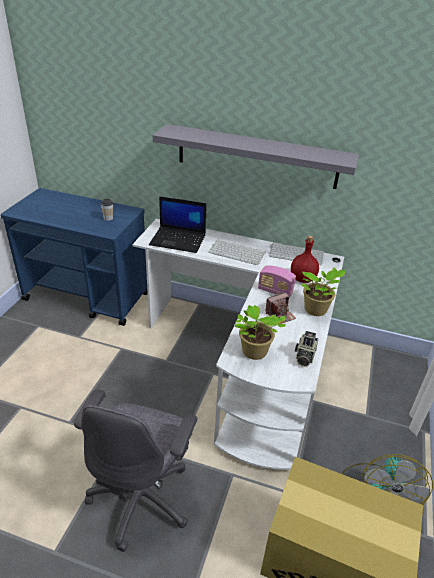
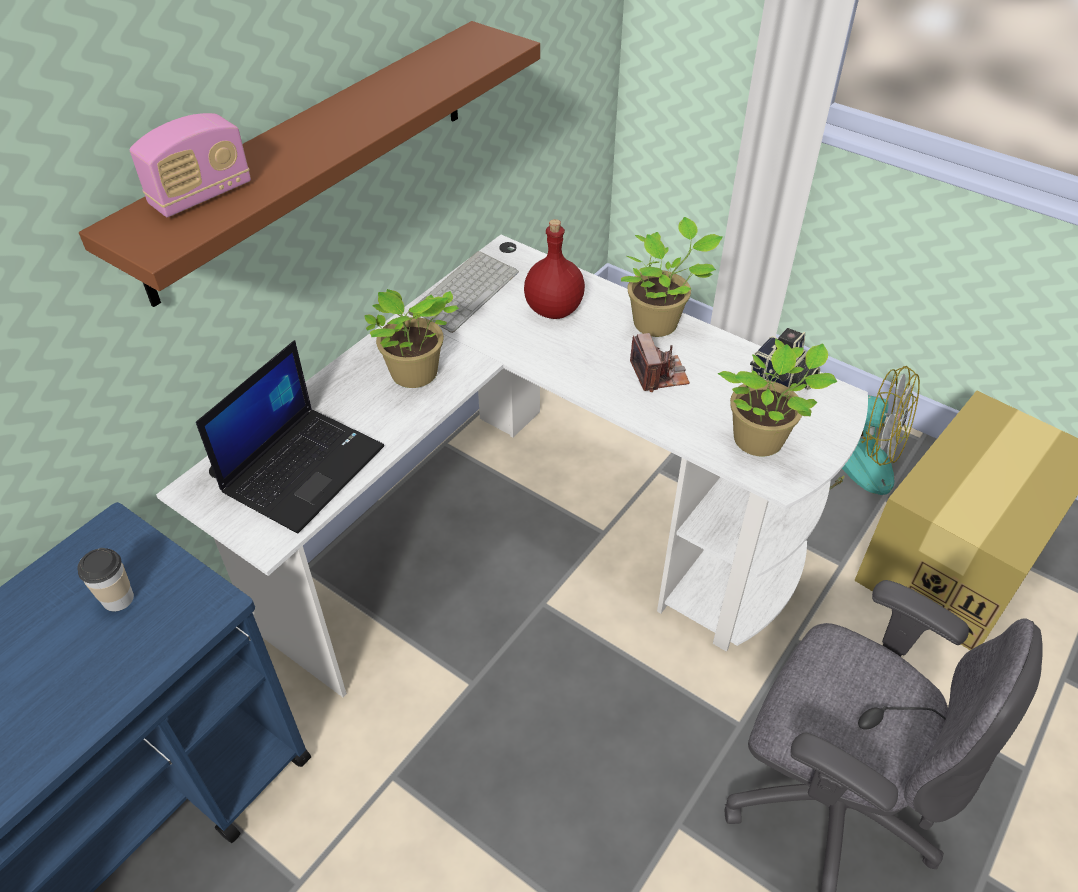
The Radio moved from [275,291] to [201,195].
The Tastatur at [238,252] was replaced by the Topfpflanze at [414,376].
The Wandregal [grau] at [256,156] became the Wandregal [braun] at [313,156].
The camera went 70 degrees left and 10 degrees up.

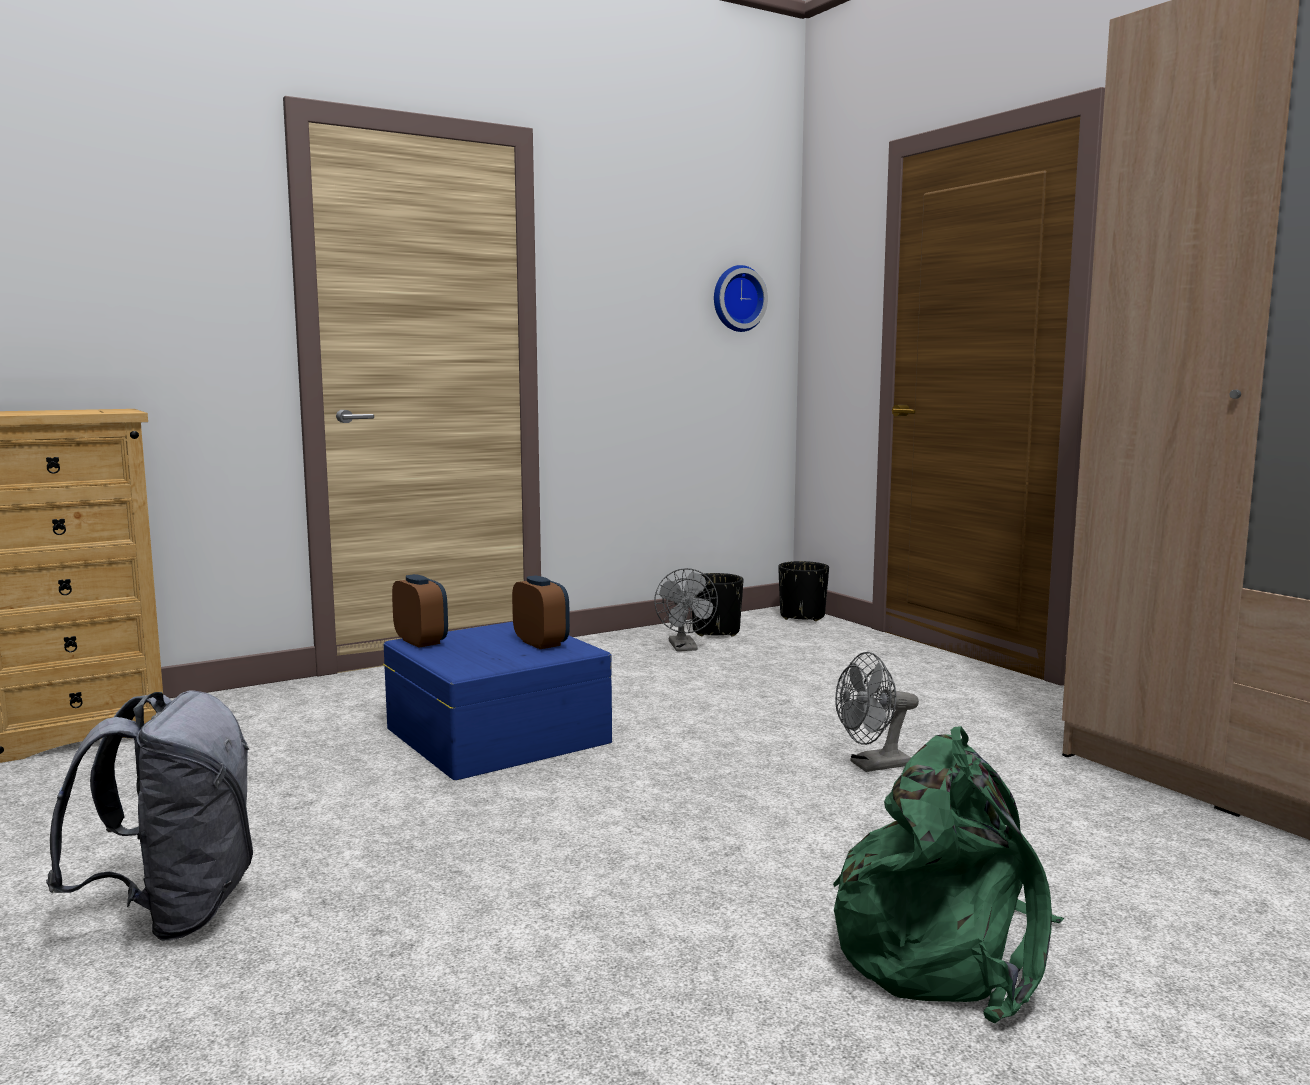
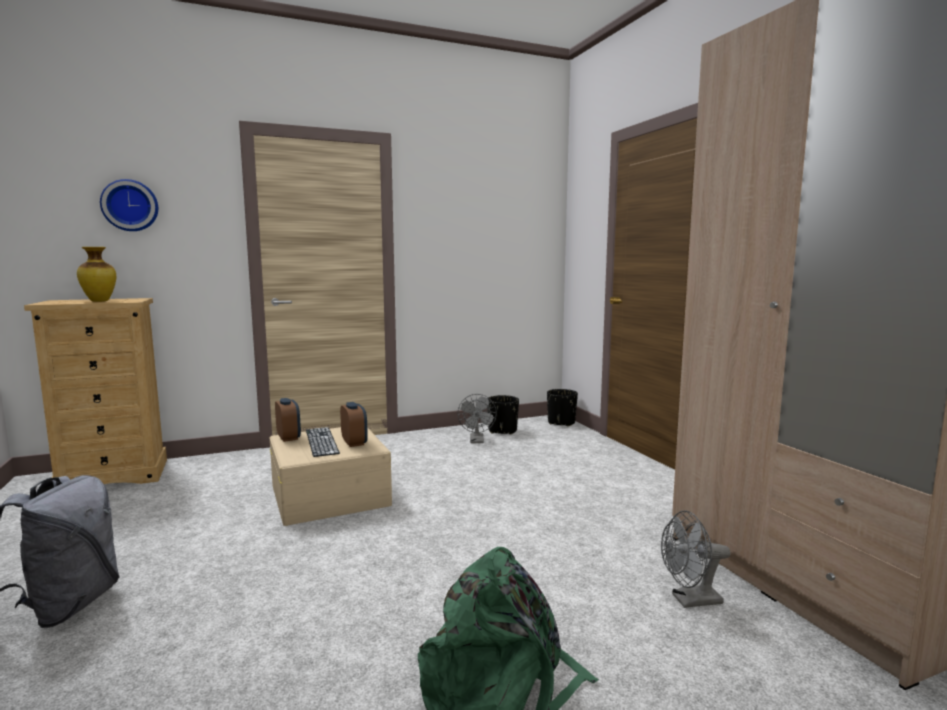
The Vase at [99,301] appeared.
The Tastatur at [321,441] appeared.
The Wanduhr moved from [737,299] to [130,205].
The Ventilator [grau] moved from [872,766] to [690,600].
The Aufbewahrungsbox [blau] at [497,734] became the Aufbewahrungsbox [beige] at [330,494].
The camera went 10 degrees right and 0 degrees up.

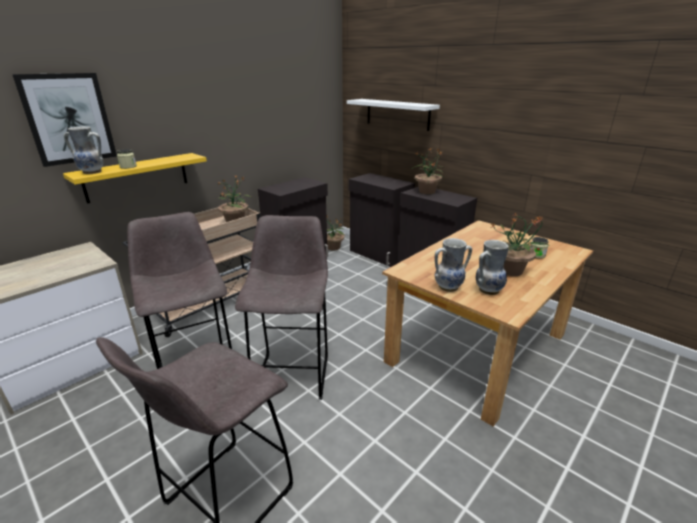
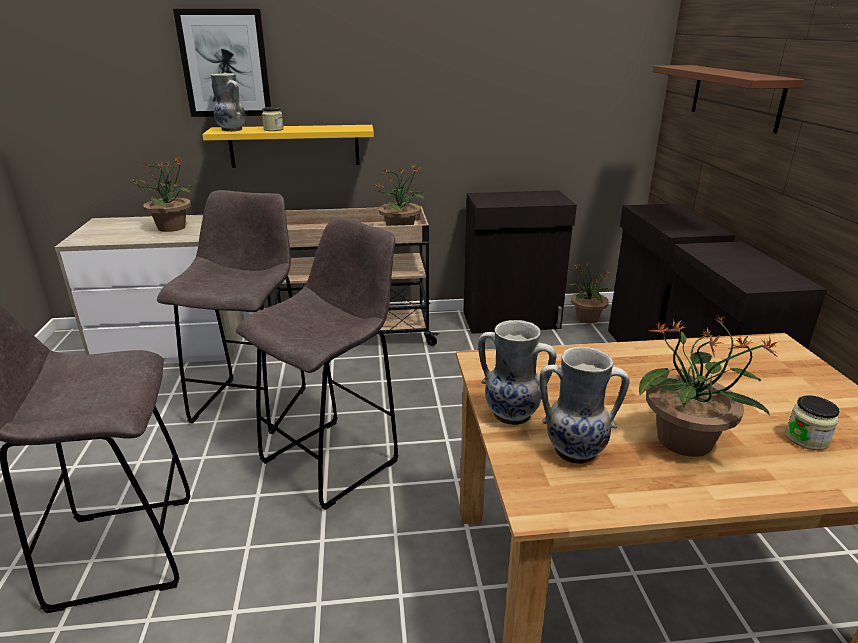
The Topfpflanze moved from [427,191] to [172,227].
The Wandregal [weiß] at [397,114] became the Wandregal [braun] at [735,96].
The camera went 40 degrees right and 0 degrees up.

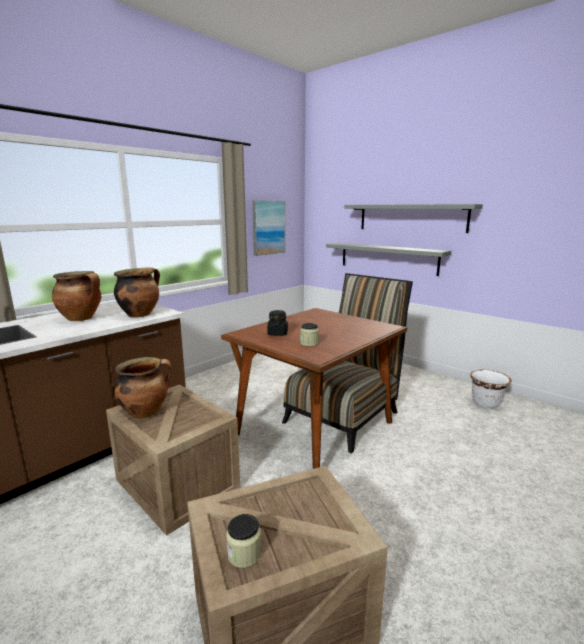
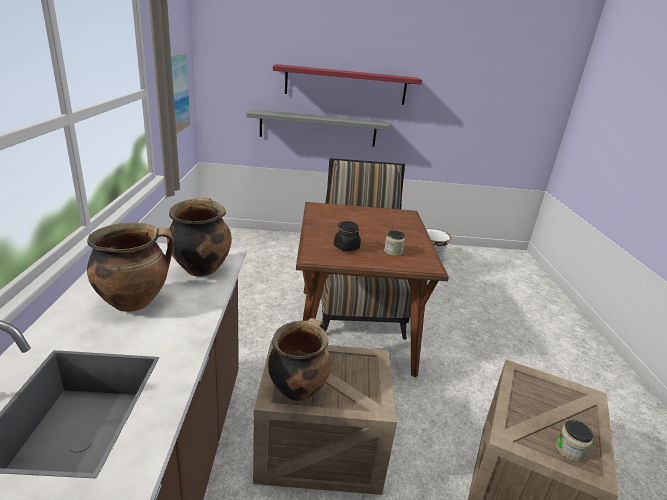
The Wandregal [grau] at [411,217] became the Wandregal [rot] at [346,85].
The camera went 45 degrees left and 10 degrees up.

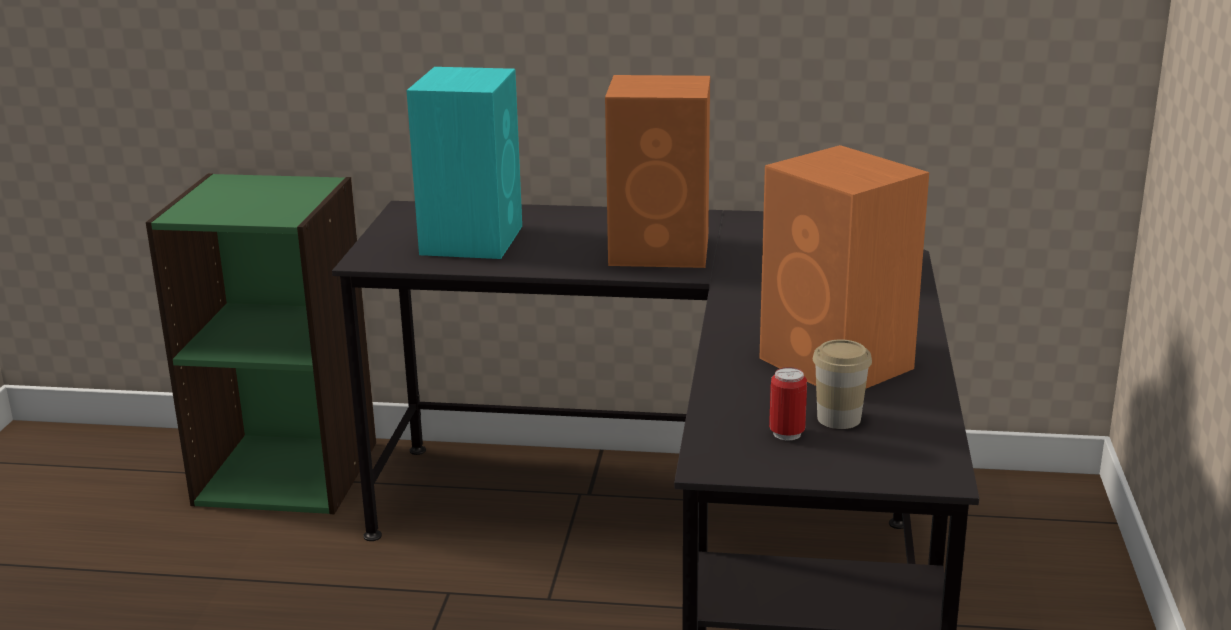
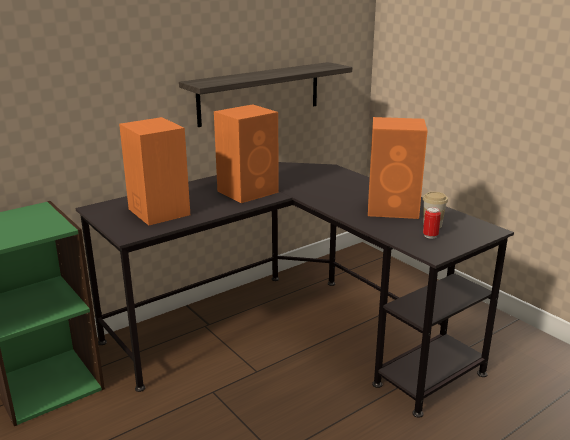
The Wandregal at [260,93] appeared.
The Lautsprecher [türkis] at [472,239] became the Lautsprecher [orange] at [158,211].
The camera went 45 degrees left and 0 degrees up.

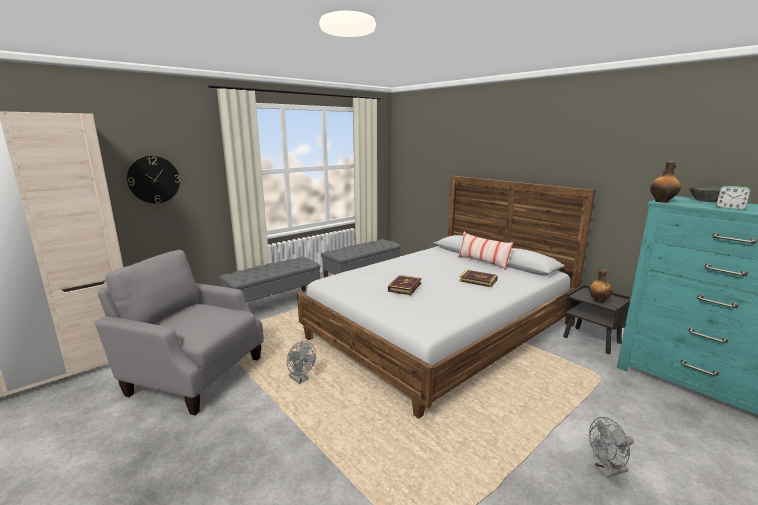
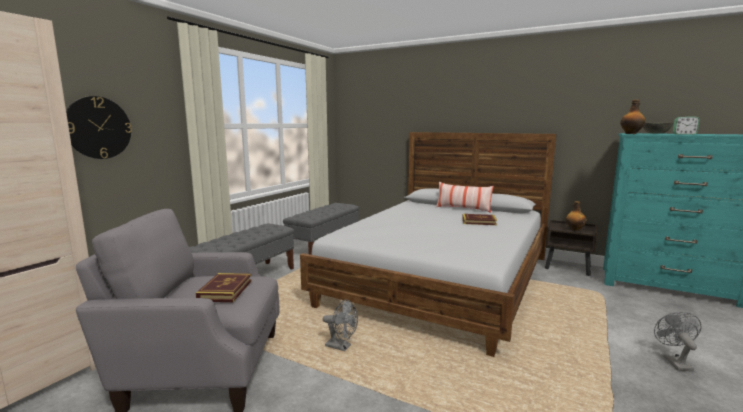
The Buch moved from [404,287] to [225,290].
The Ventilator [grau] at [607,470] turned 135 degrees clockwise.
The camera went 20 degrees left and 5 degrees down.

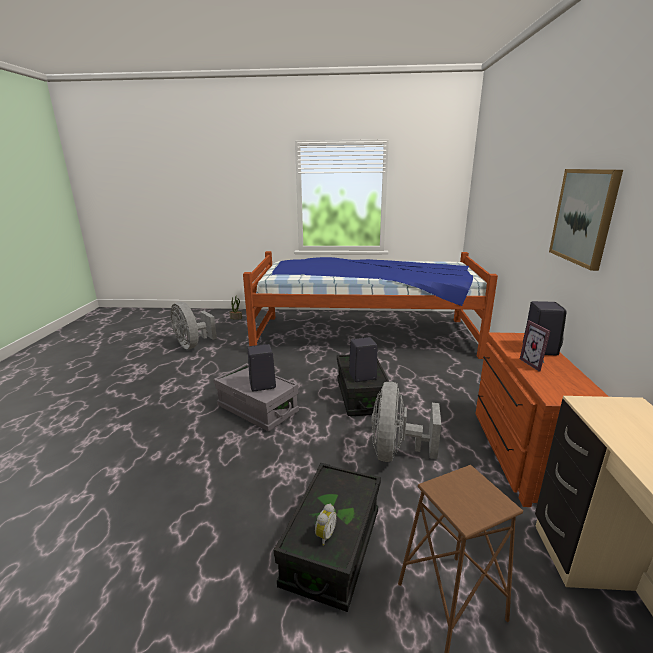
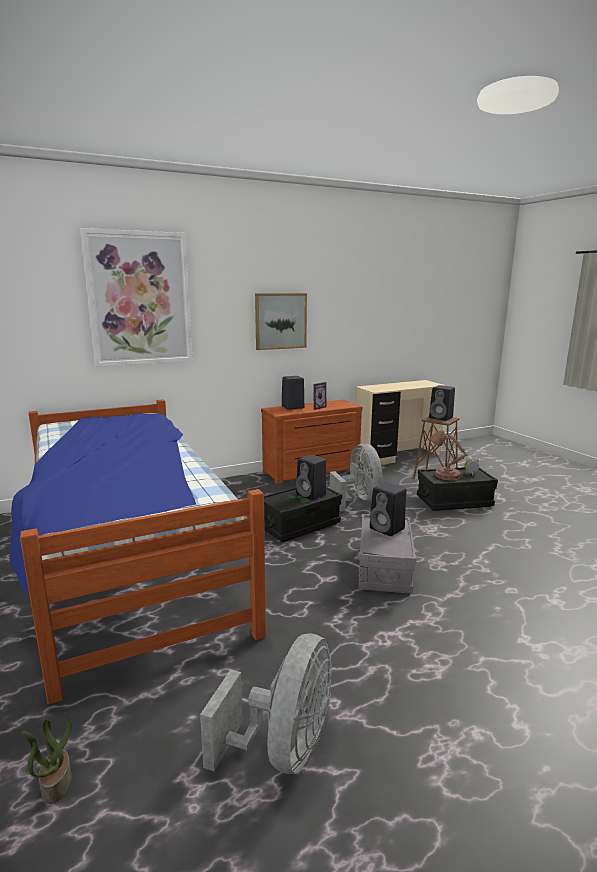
The Bild at [139,299] appeared.
The Lautsprecher [schwarz] at [441,418] appeared.
The Tischlampe [braun] at [445,475] appeared.
The Ventilator [grau] at [396,452] turned 90 degrees counterclockwise.
The camera went 120 degrees left and 5 degrees down.

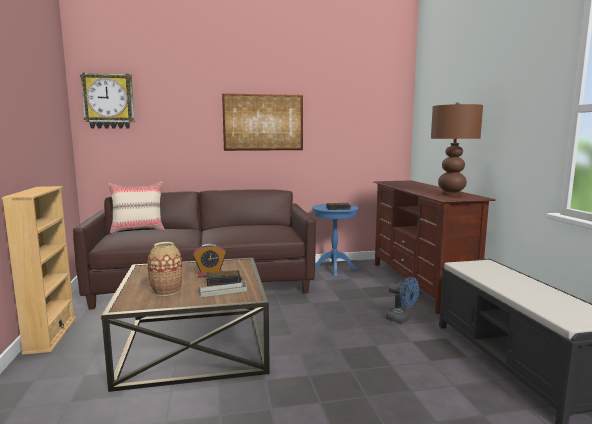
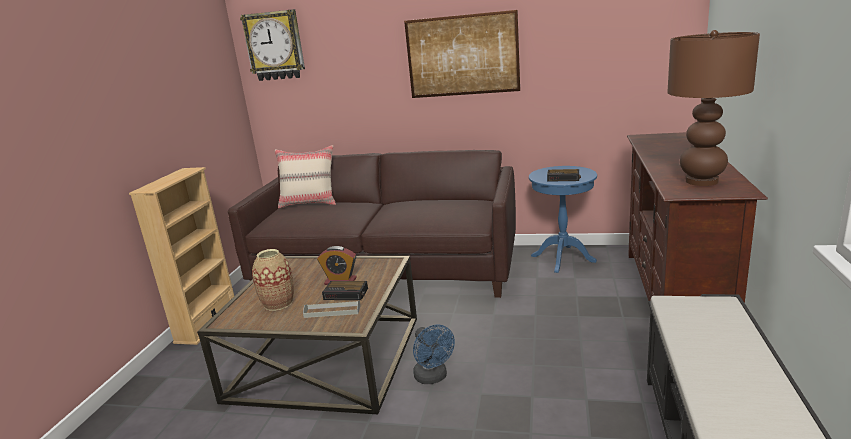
The Ventilator [blau] moved from [401,319] to [433,378].
The camera went 25 degrees right and 10 degrees up.

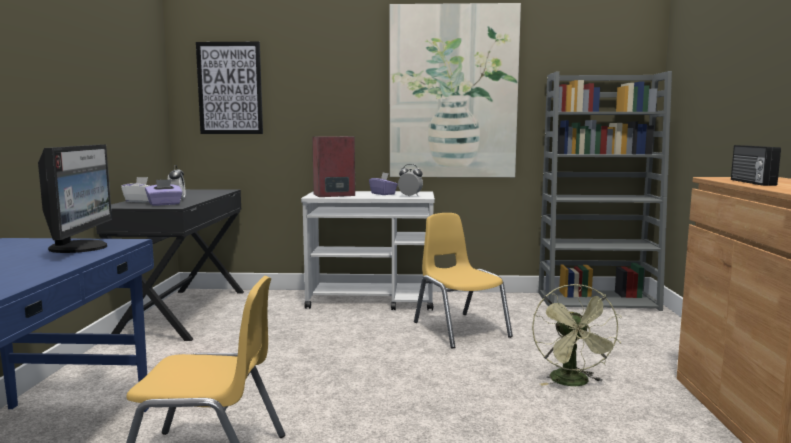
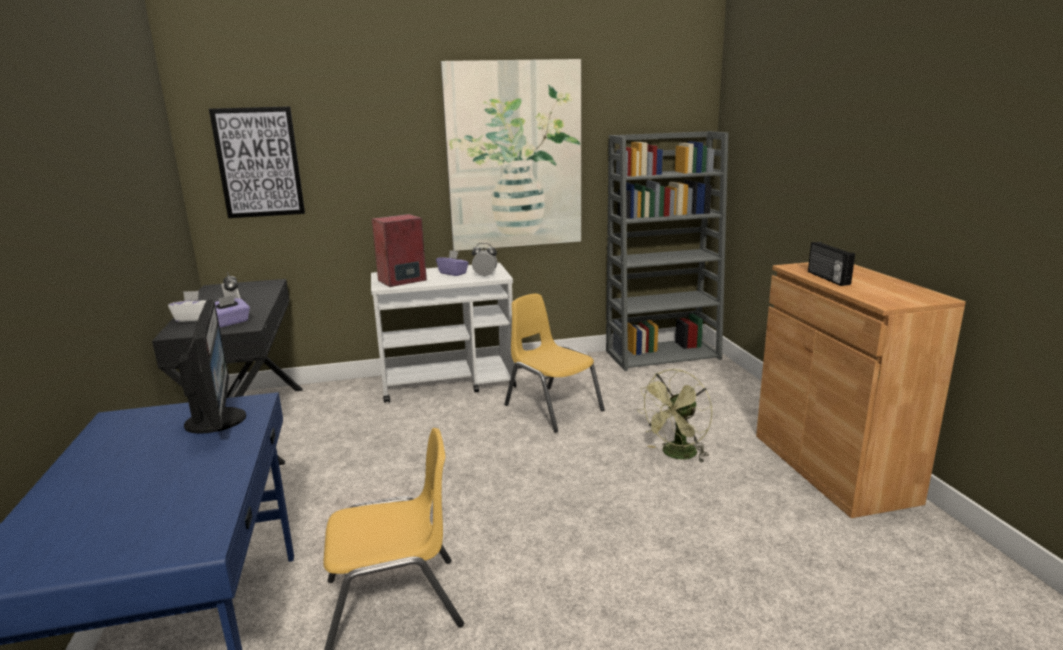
The Ventilator [grün] at [573,383] turned 60 degrees clockwise.
The camera went 15 degrees left and 10 degrees up.

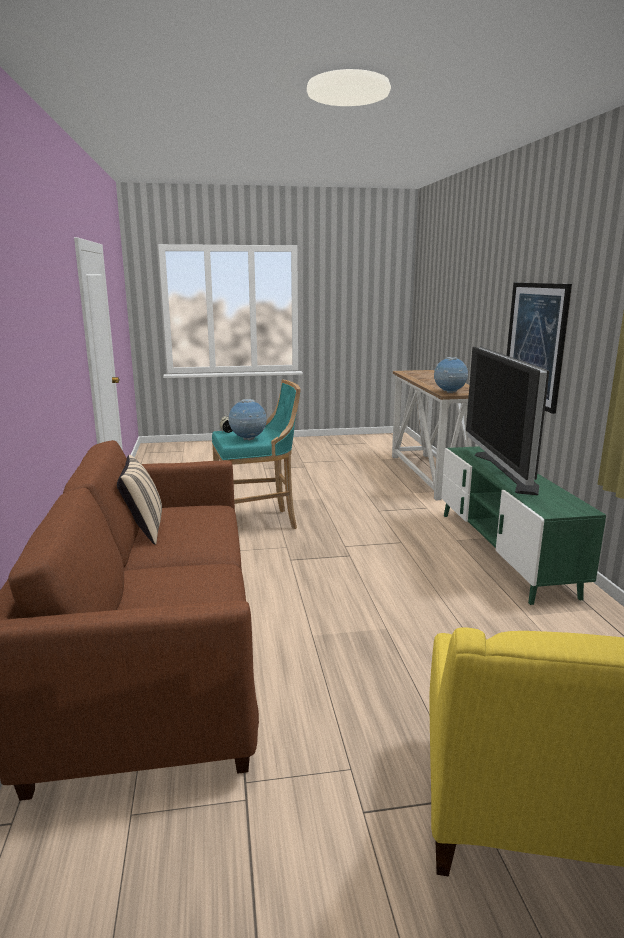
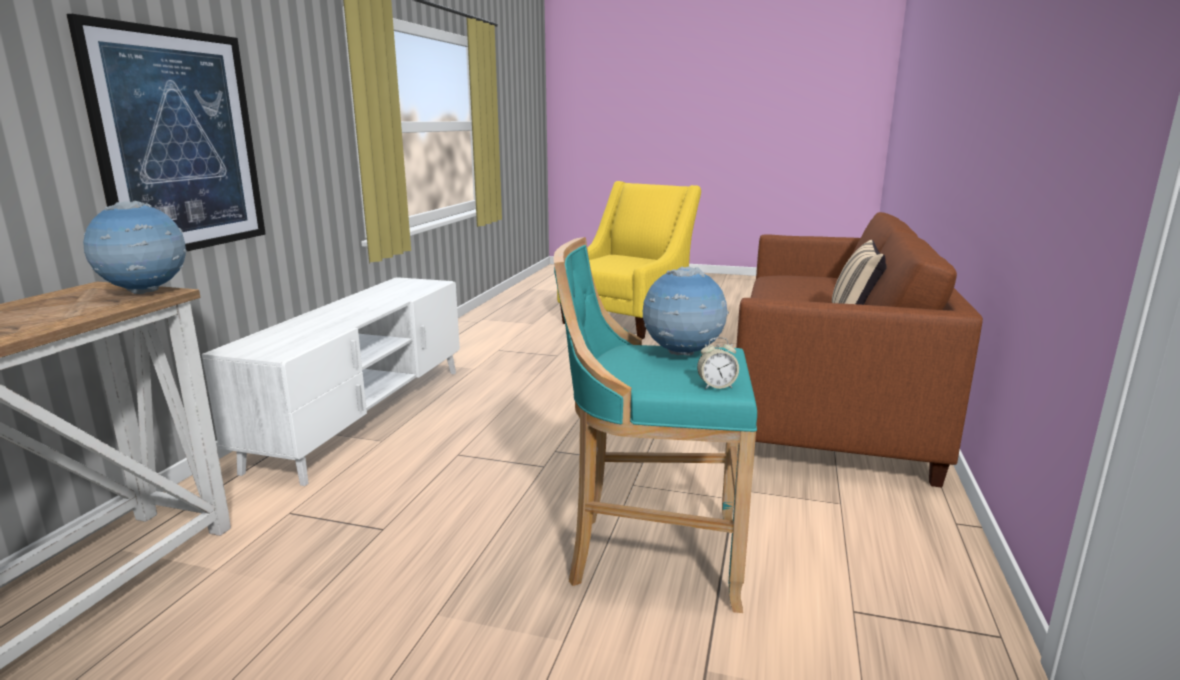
The Fernseher at [504,472] disappeared.
The Fernsehschrank [grün] at [503,551] became the Fernsehschrank [weiß] at [364,415].
The camera went 155 degrees left and 0 degrees up.

